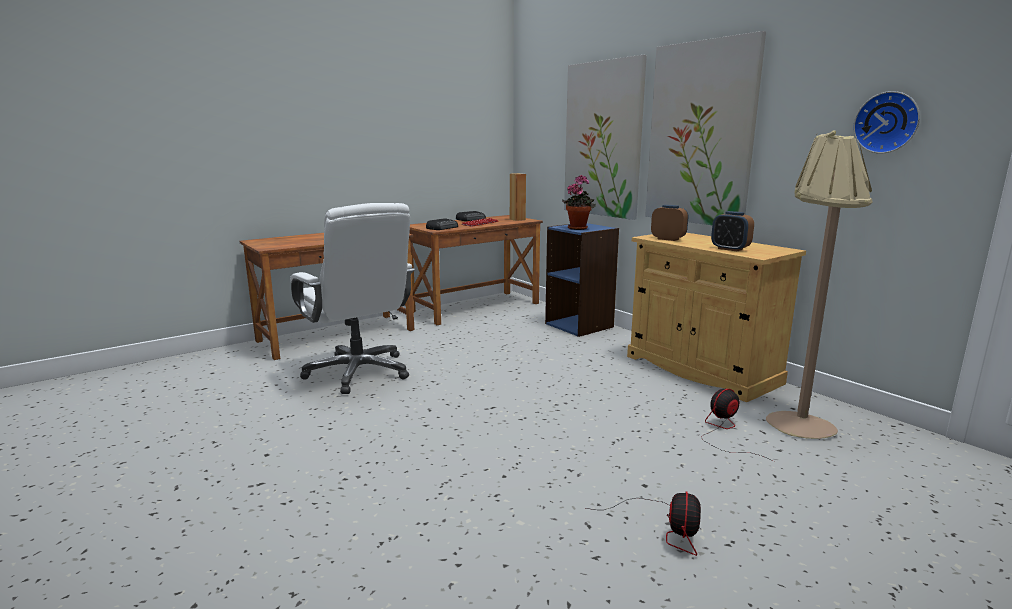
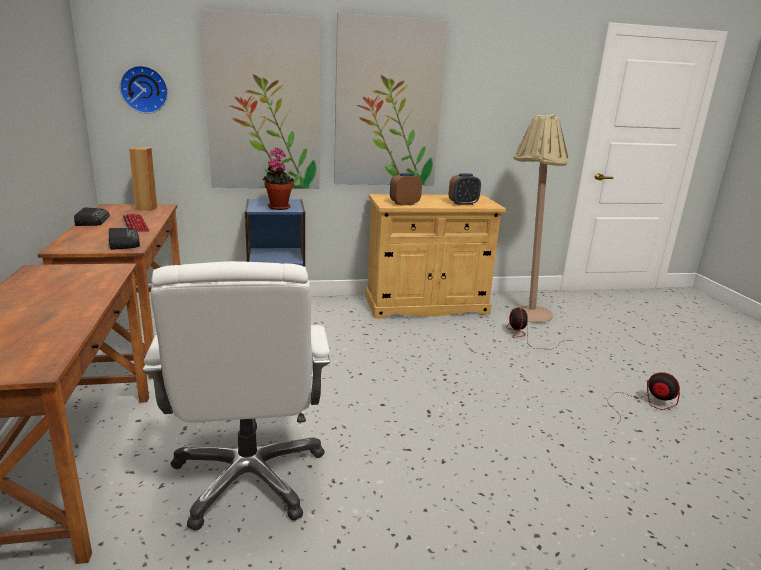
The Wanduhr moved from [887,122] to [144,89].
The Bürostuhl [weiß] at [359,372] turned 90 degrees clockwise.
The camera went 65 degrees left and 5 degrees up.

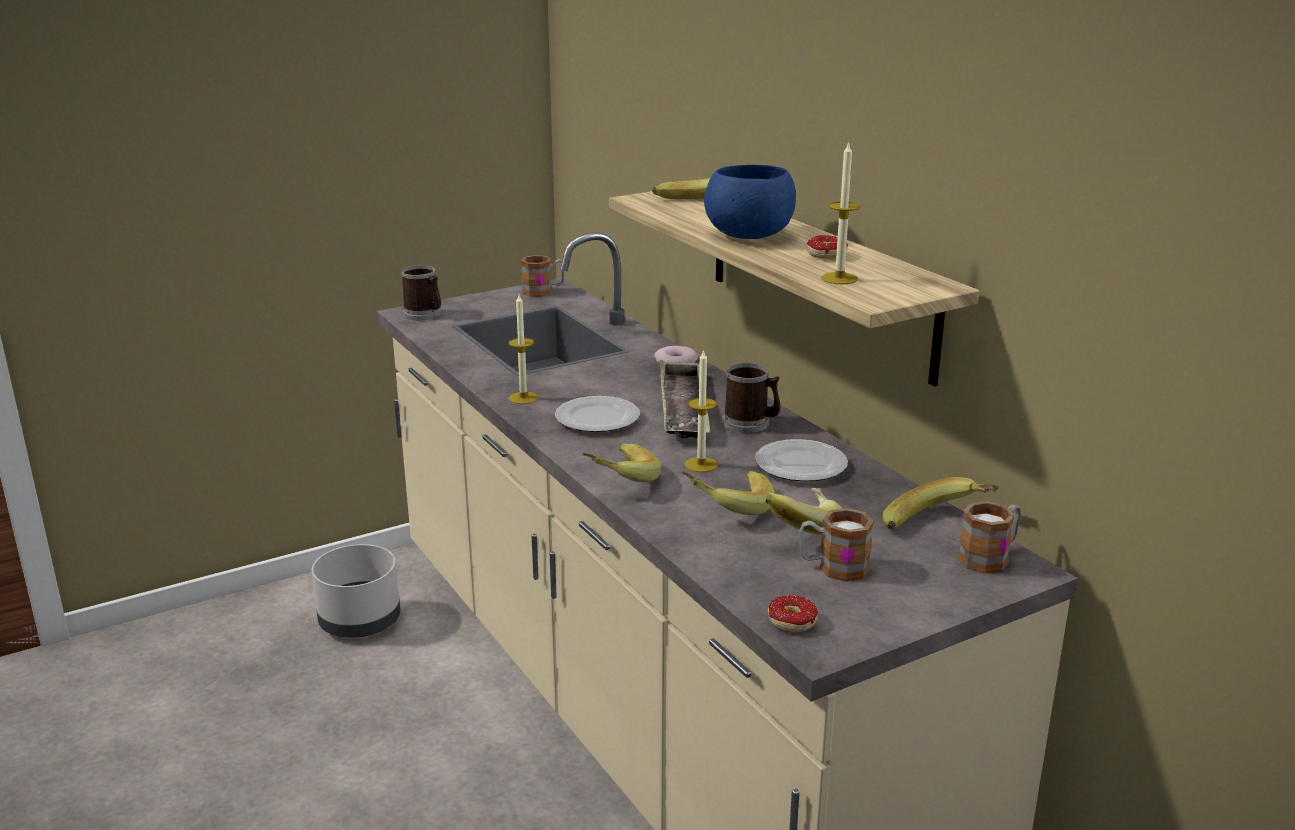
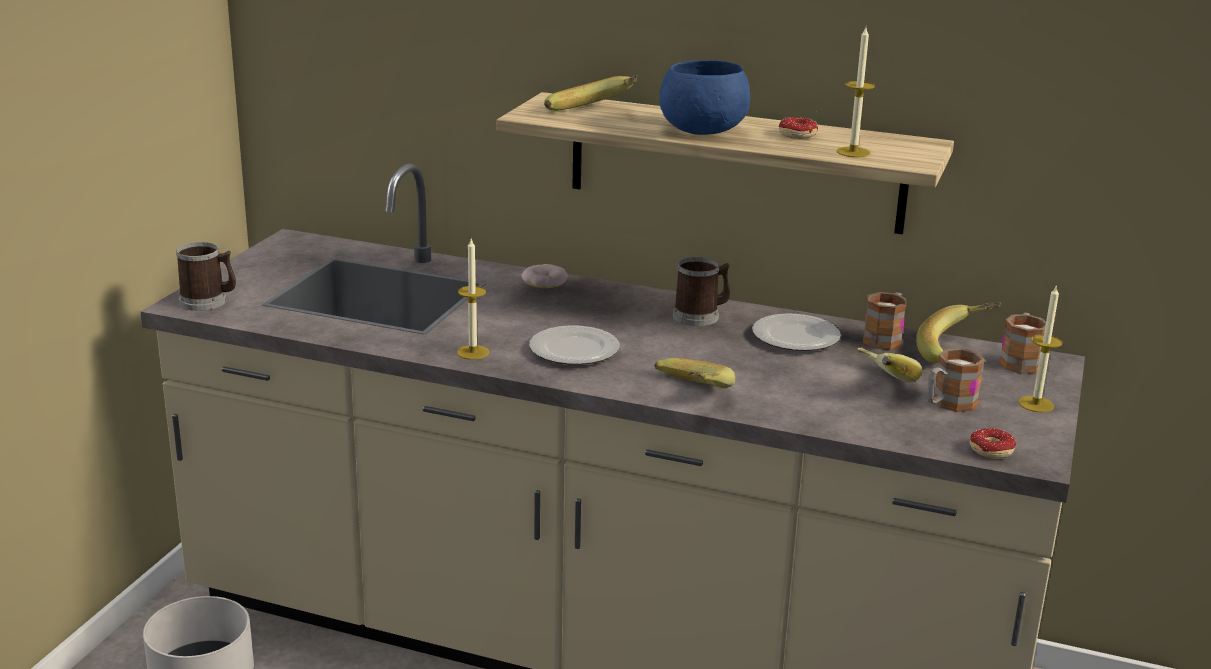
The Tablett at [683,408] disappeared.
The Banane at [727,507] disappeared.
The Henkelbecher moved from [543,291] to [885,338].
The Kerze moved from [701,465] to [1036,404].
The camera went 40 degrees left and 0 degrees up.

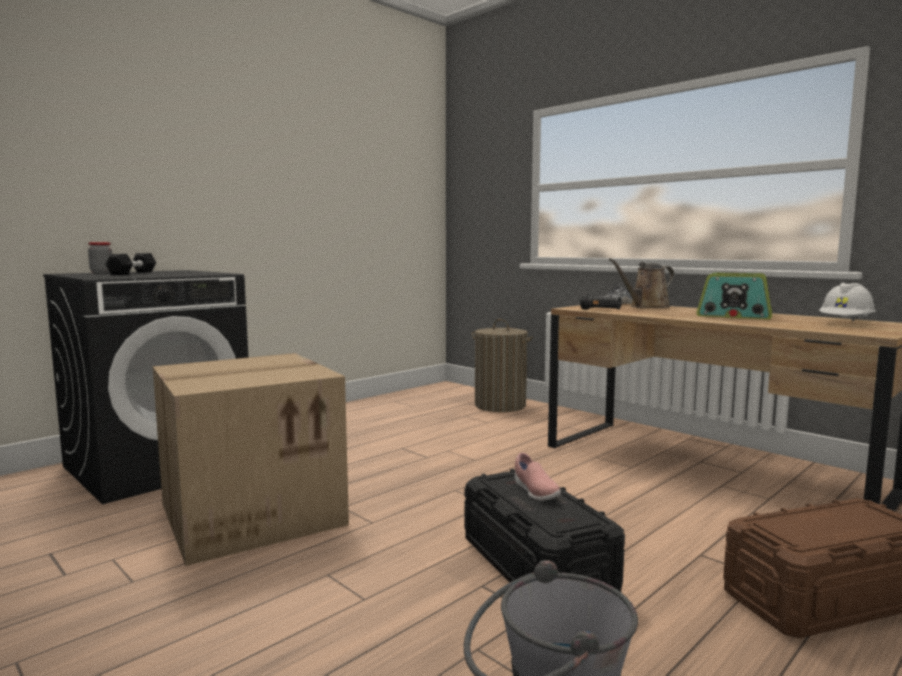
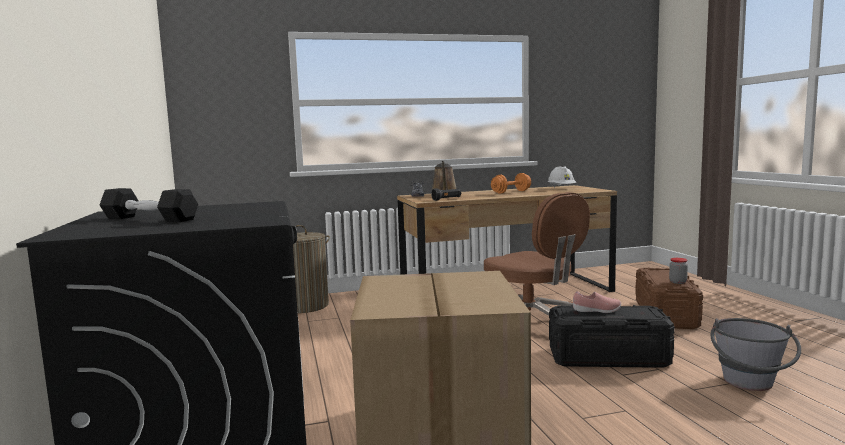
The Bürostuhl [braun] at [531,323] appeared.
The Vorratsglas moved from [101,272] to [678,282].
The Radio at [734,315] was replaced by the Hantel [orange] at [511,192].
The camera went 60 degrees left and 0 degrees up.

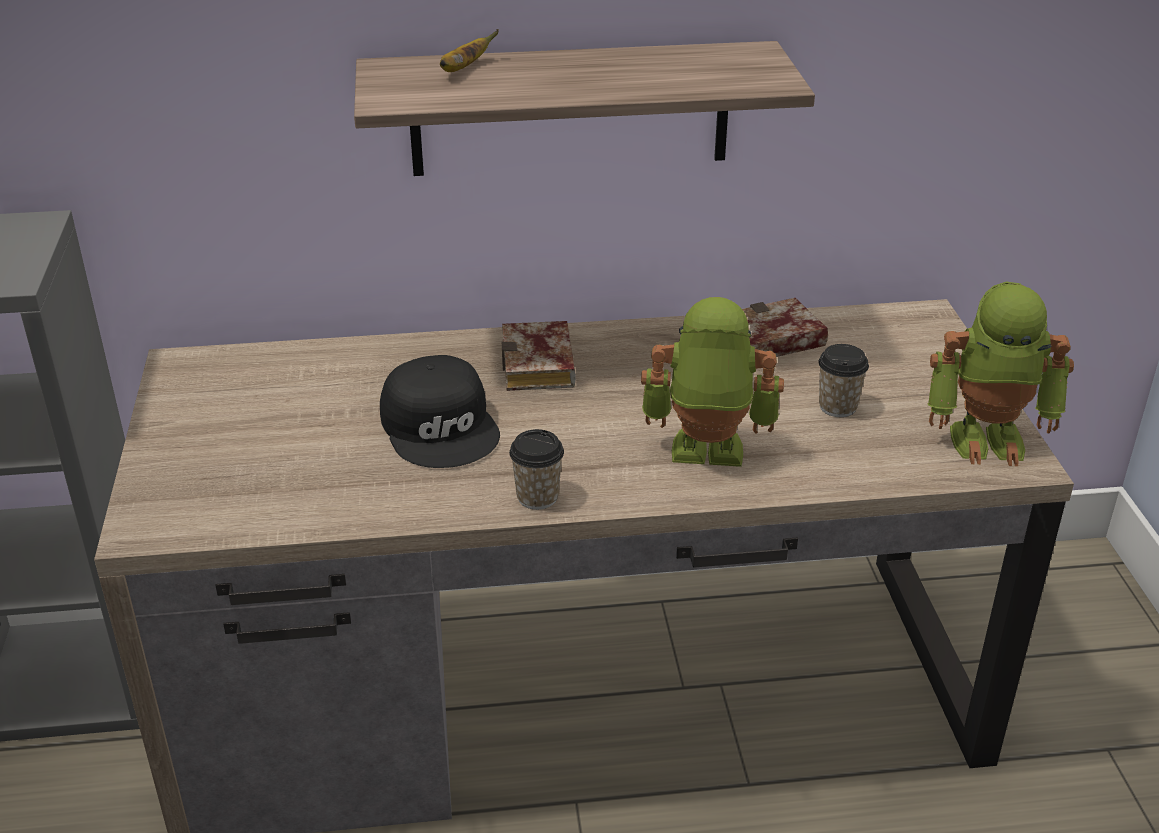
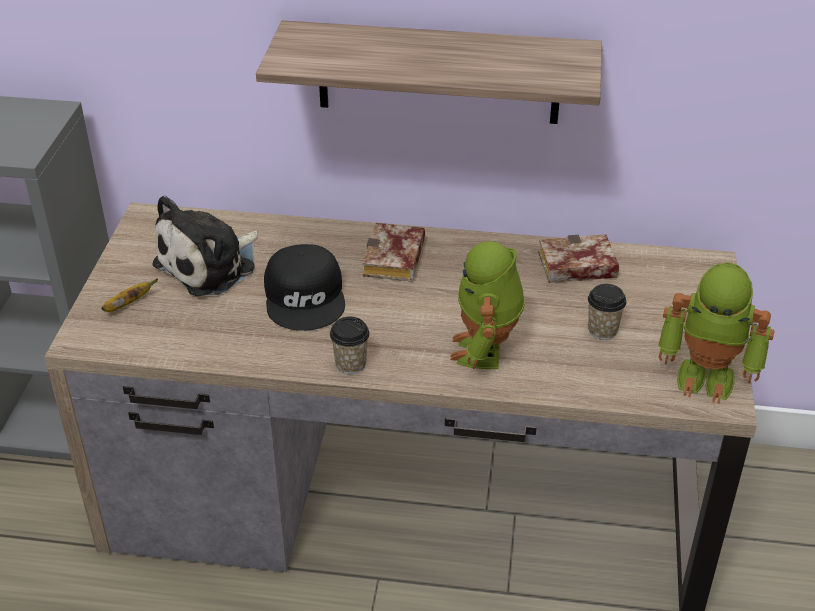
The Plüschtier at [210,265] appeared.
The Banane moved from [463,69] to [128,304].
The Spielzeugroboter at [706,453] turned 105 degrees counterclockwise.
The camera went 15 degrees right and 5 degrees up.

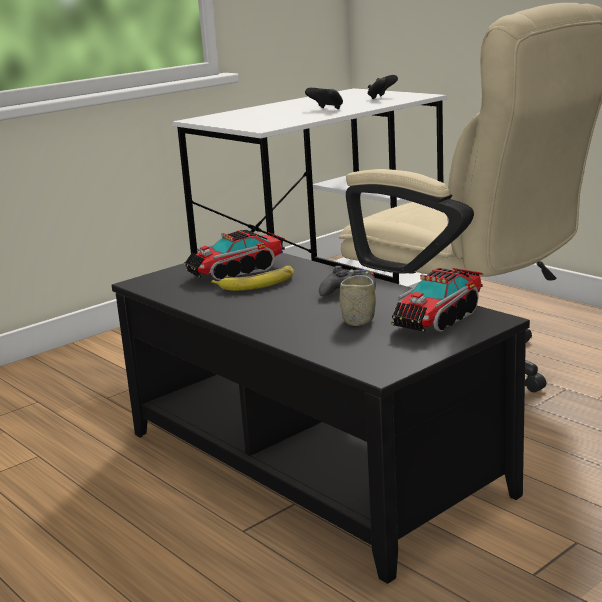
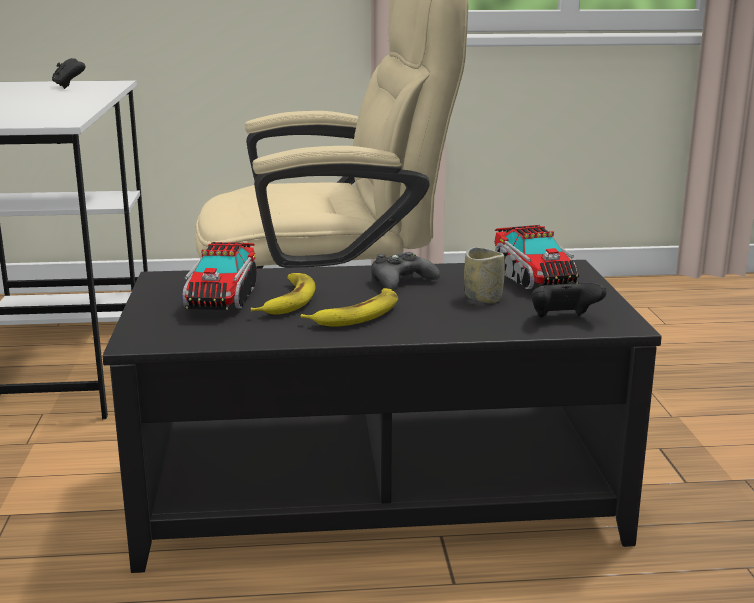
The Banane at [357,314] appeared.
The Gamepad [schwarz] moved from [326,109] to [563,319].
The camera went 55 degrees left and 0 degrees up.

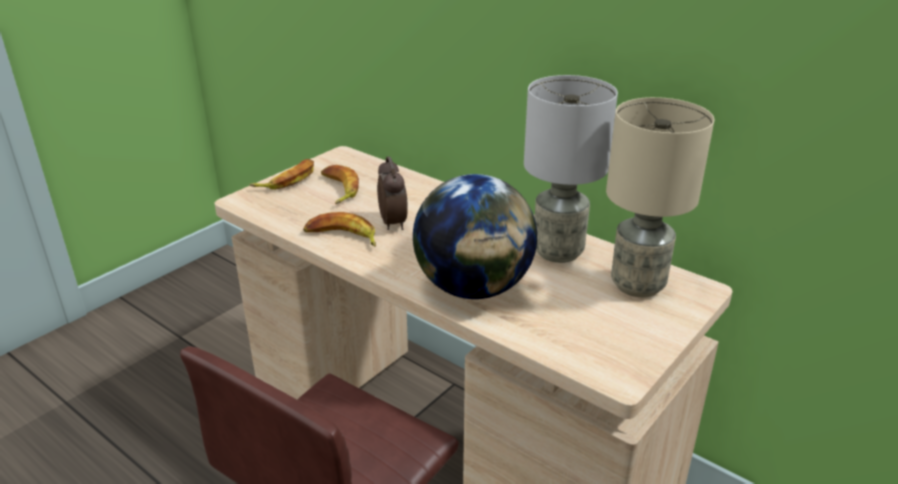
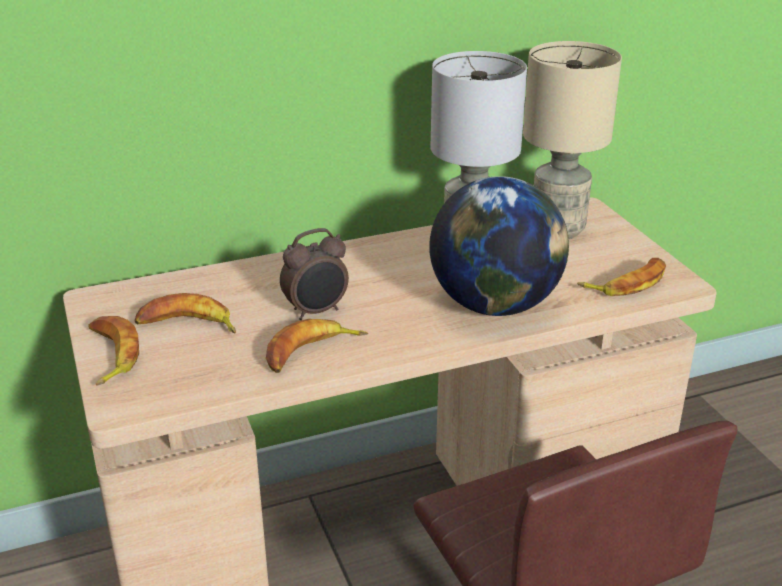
The Banane at [626,283] appeared.
The Wecker at [394,223] turned 135 degrees clockwise.
The camera went 60 degrees left and 0 degrees up.

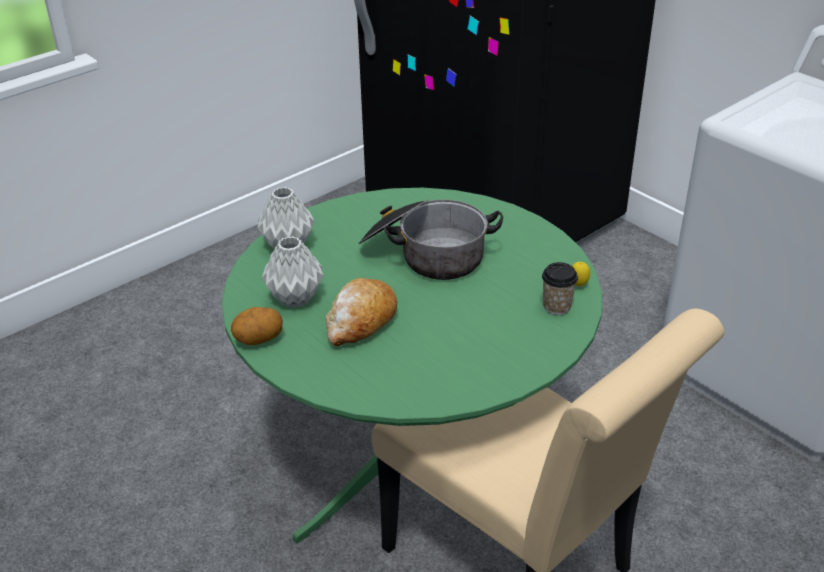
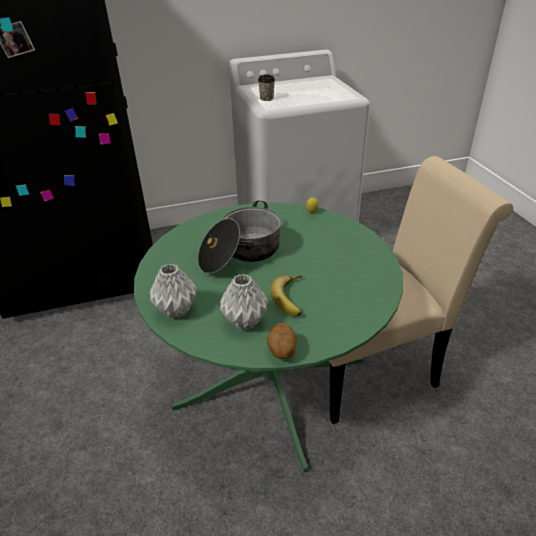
The Tasse moved from [557,307] to [266,98].
The Brot at [360,322] was replaced by the Banane at [293,298].
The camera went 65 degrees left and 0 degrees up.

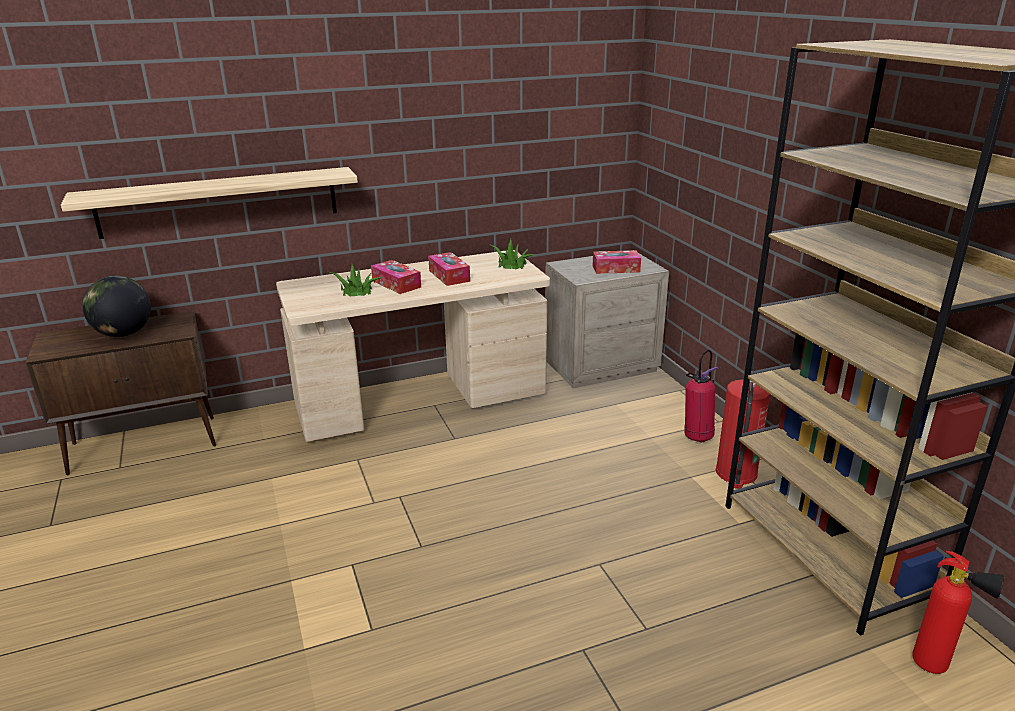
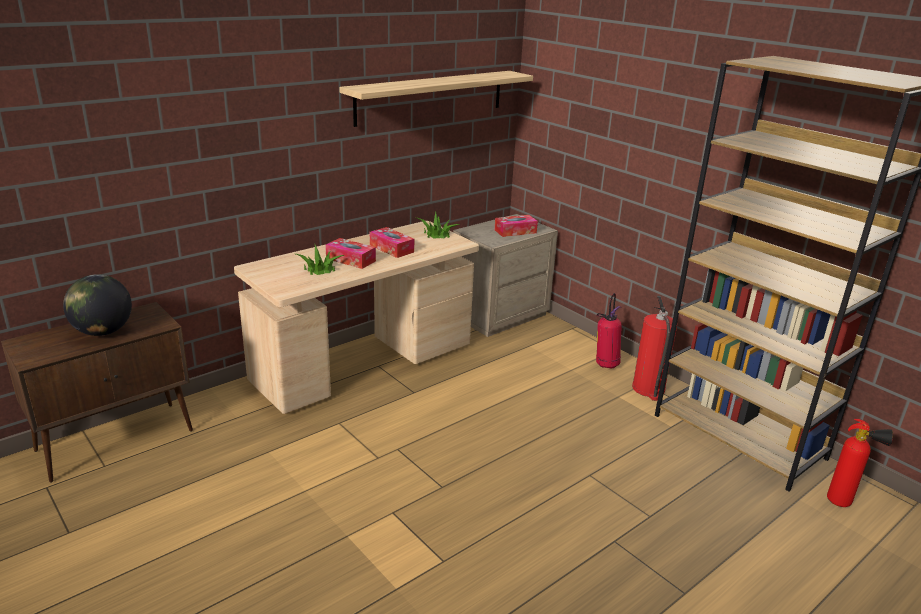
The Wandregal moved from [219,202] to [431,97].
The camera went 20 degrees left and 0 degrees up.

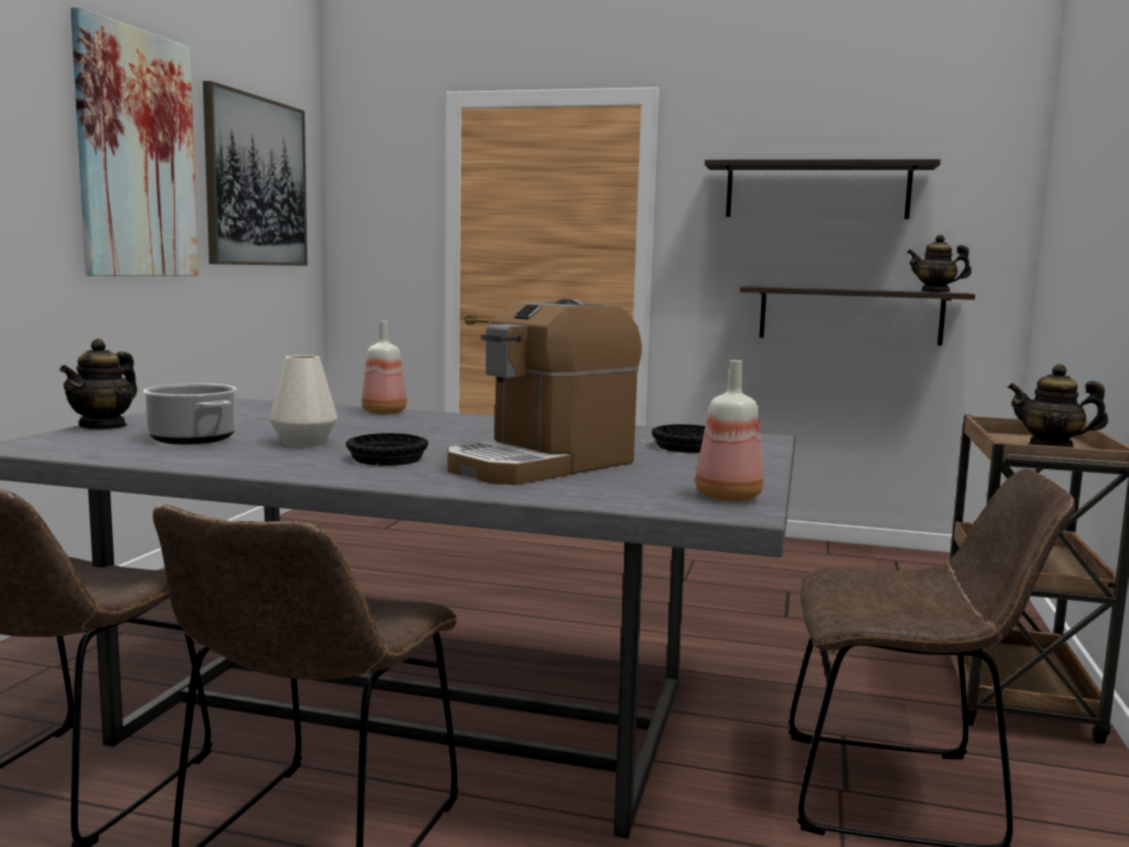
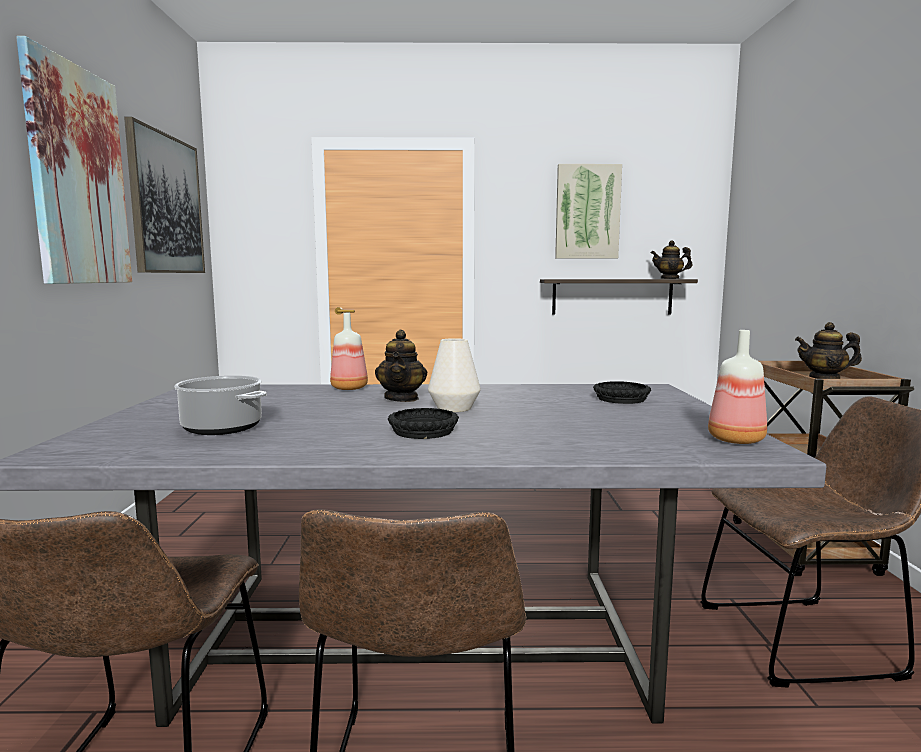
The Kaffeemaschine at [541,465] disappeared.
The Teekanne moved from [103,426] to [402,398].
The Vase [weiß] moved from [303,442] to [454,408].
The Wandregal at [817,191] was replaced by the Bild at [587,212].
The camera went 15 degrees left and 0 degrees up.

